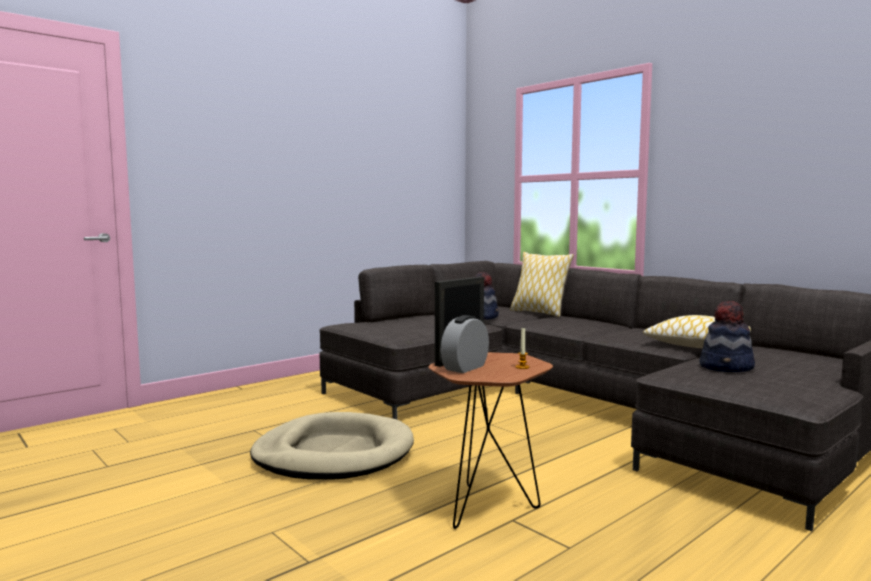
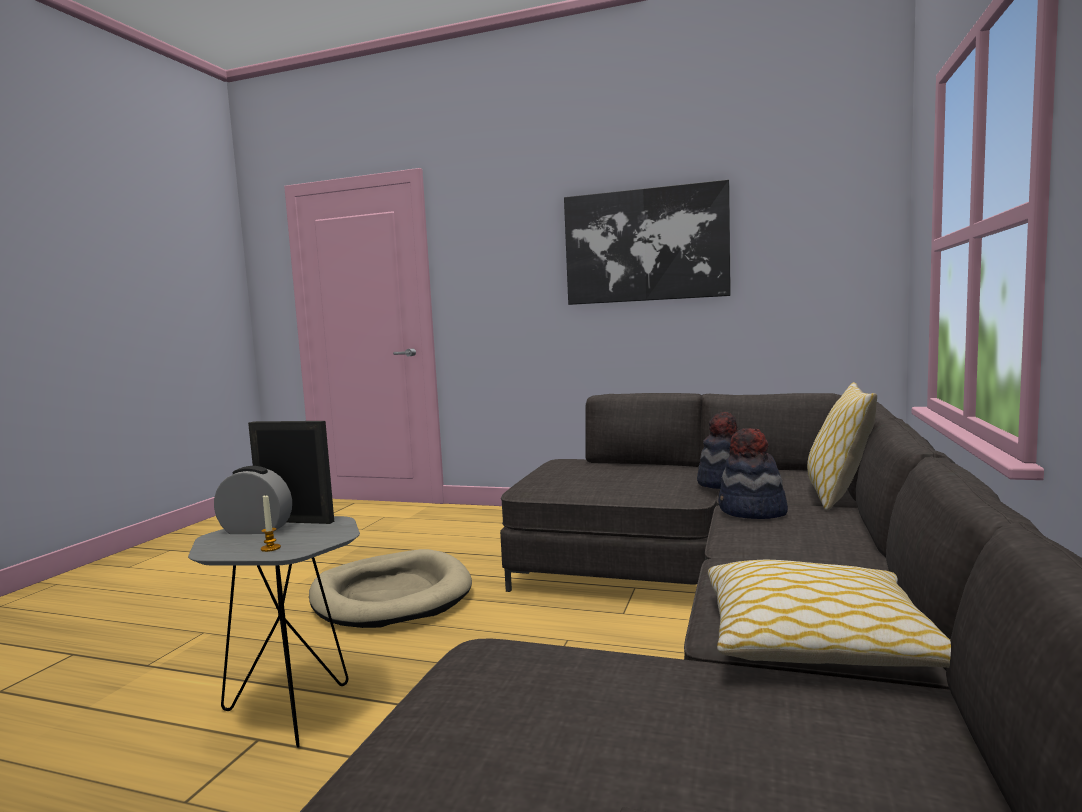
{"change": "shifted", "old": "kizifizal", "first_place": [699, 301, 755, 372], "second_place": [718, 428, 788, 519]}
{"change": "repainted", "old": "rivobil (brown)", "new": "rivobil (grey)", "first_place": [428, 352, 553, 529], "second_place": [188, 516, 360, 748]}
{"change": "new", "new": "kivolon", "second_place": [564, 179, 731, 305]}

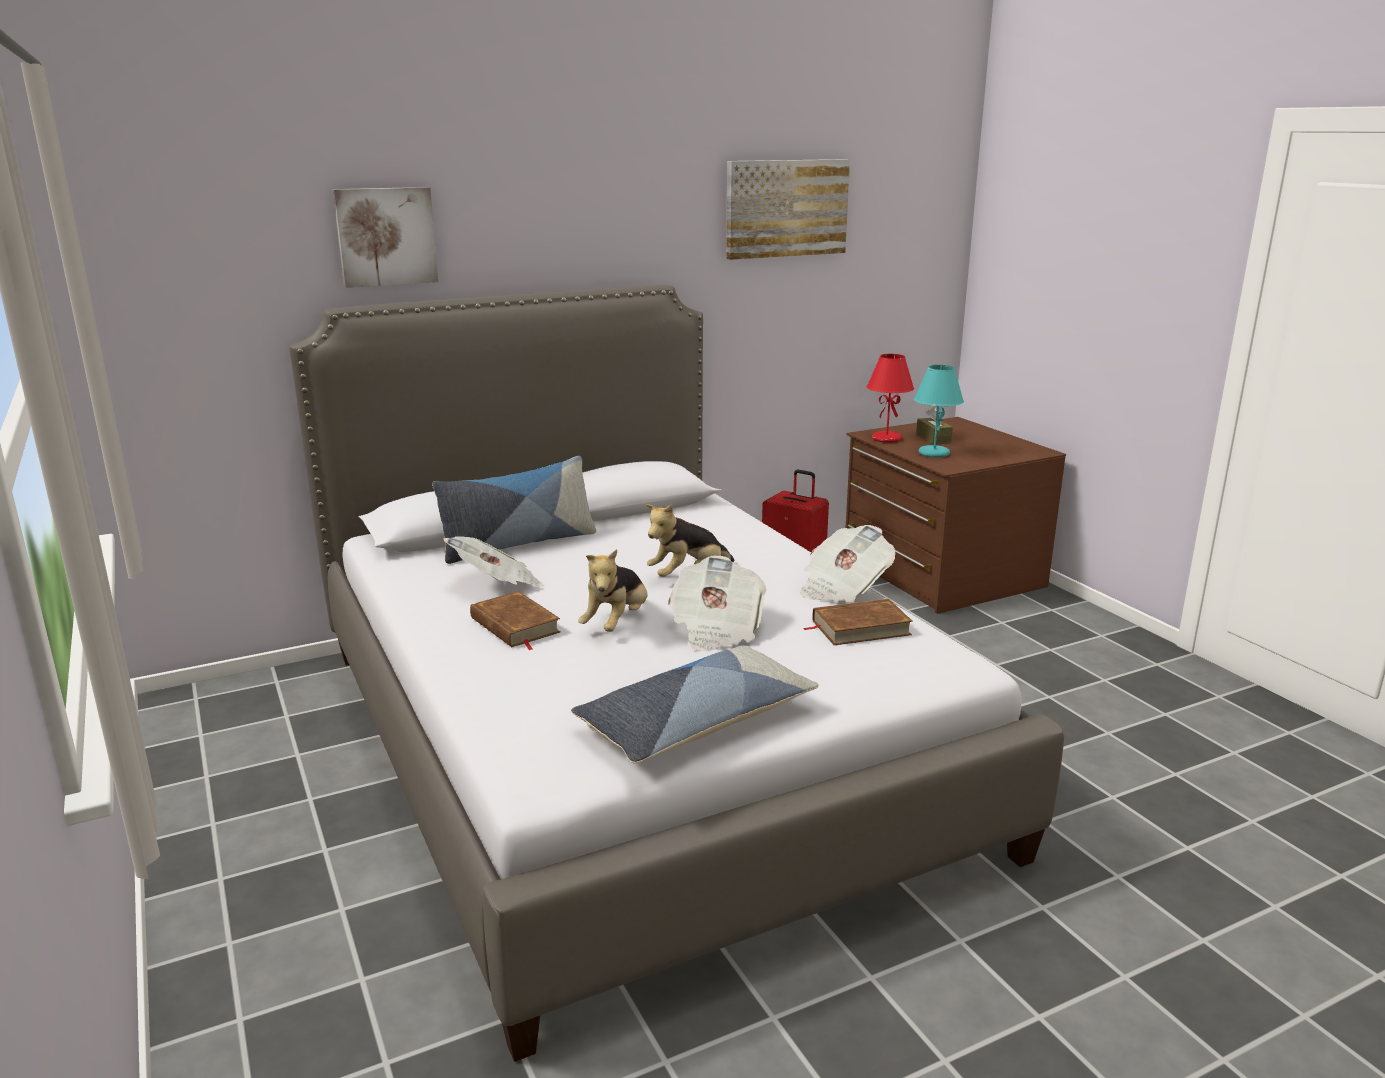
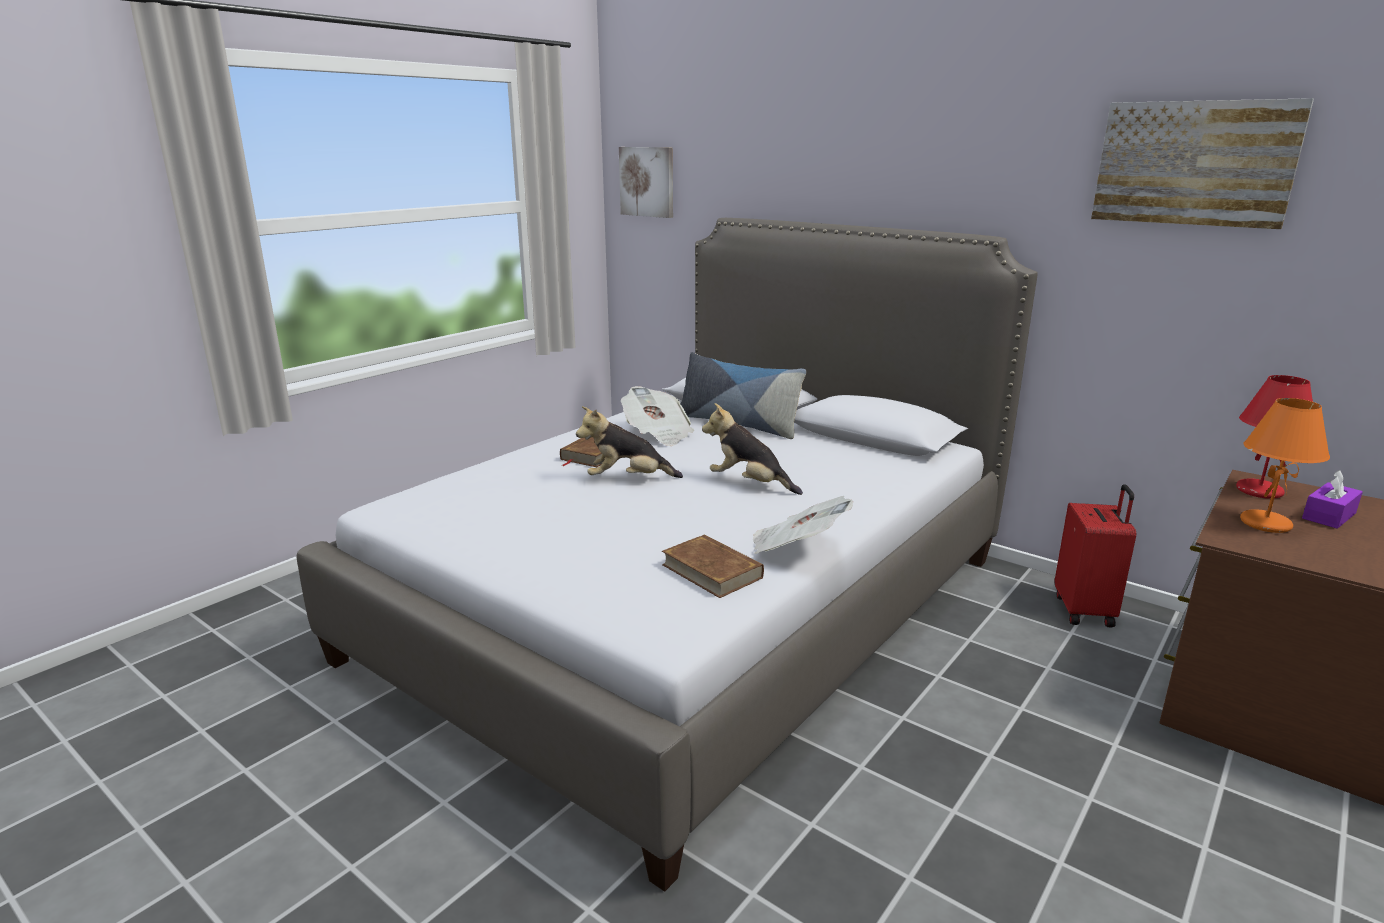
{"change": "shifted", "old": "kivolon", "first_place": [333, 187, 438, 288], "second_place": [619, 147, 673, 218]}
{"change": "repainted", "old": "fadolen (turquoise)", "new": "fadolen (orange)", "first_place": [914, 365, 964, 458], "second_place": [1240, 398, 1330, 533]}
{"change": "repainted", "old": "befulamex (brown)", "new": "befulamex (purple)", "first_place": [916, 407, 953, 445], "second_place": [1302, 470, 1363, 529]}
{"change": "gone", "old": "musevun", "first_place": [668, 556, 767, 651]}
{"change": "gone", "old": "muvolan", "first_place": [571, 645, 819, 764]}

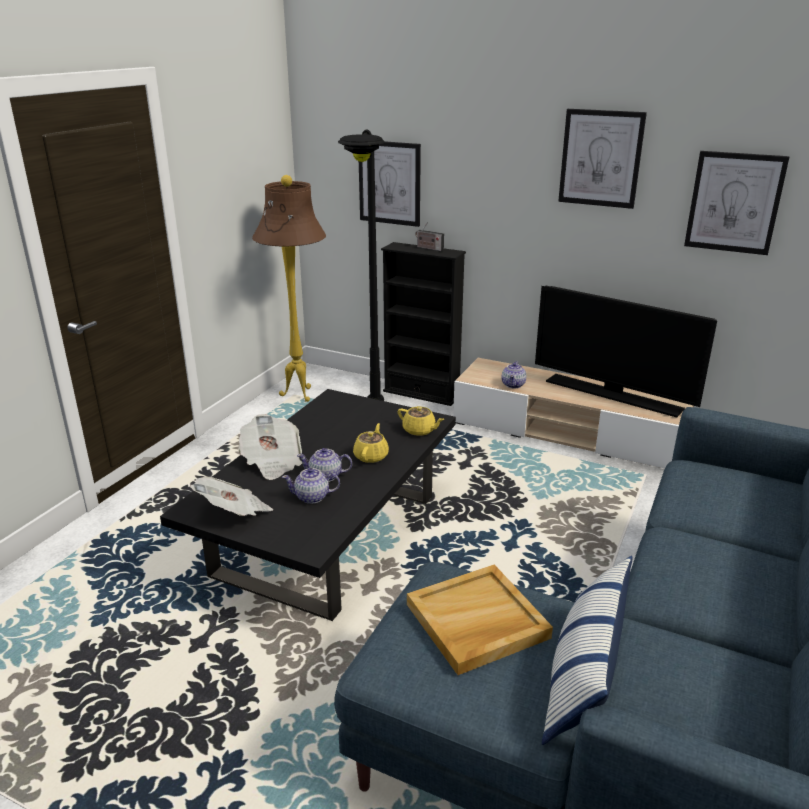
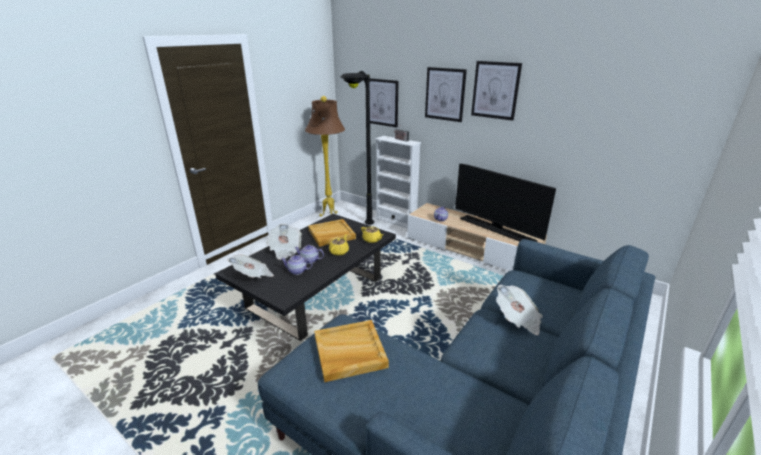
{"change": "shifted", "old": "kivolon", "first_place": [684, 151, 790, 255], "second_place": [425, 67, 467, 122]}
{"change": "repainted", "old": "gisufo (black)", "new": "gisufo (white)", "first_place": [381, 242, 466, 406], "second_place": [375, 136, 421, 228]}
{"change": "gone", "old": "muvolan", "first_place": [542, 556, 633, 745]}
{"change": "new", "new": "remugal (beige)", "second_place": [308, 219, 356, 247]}
{"change": "new", "new": "musevun", "second_place": [496, 285, 543, 335]}

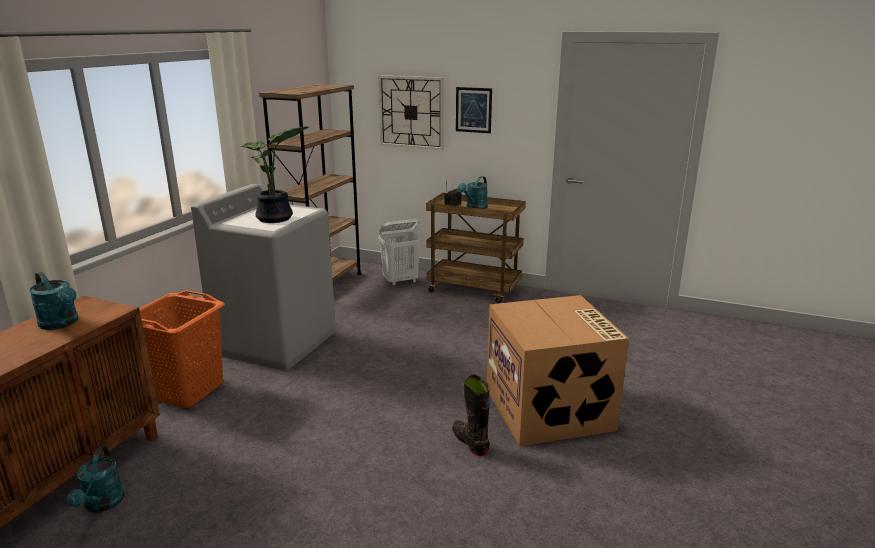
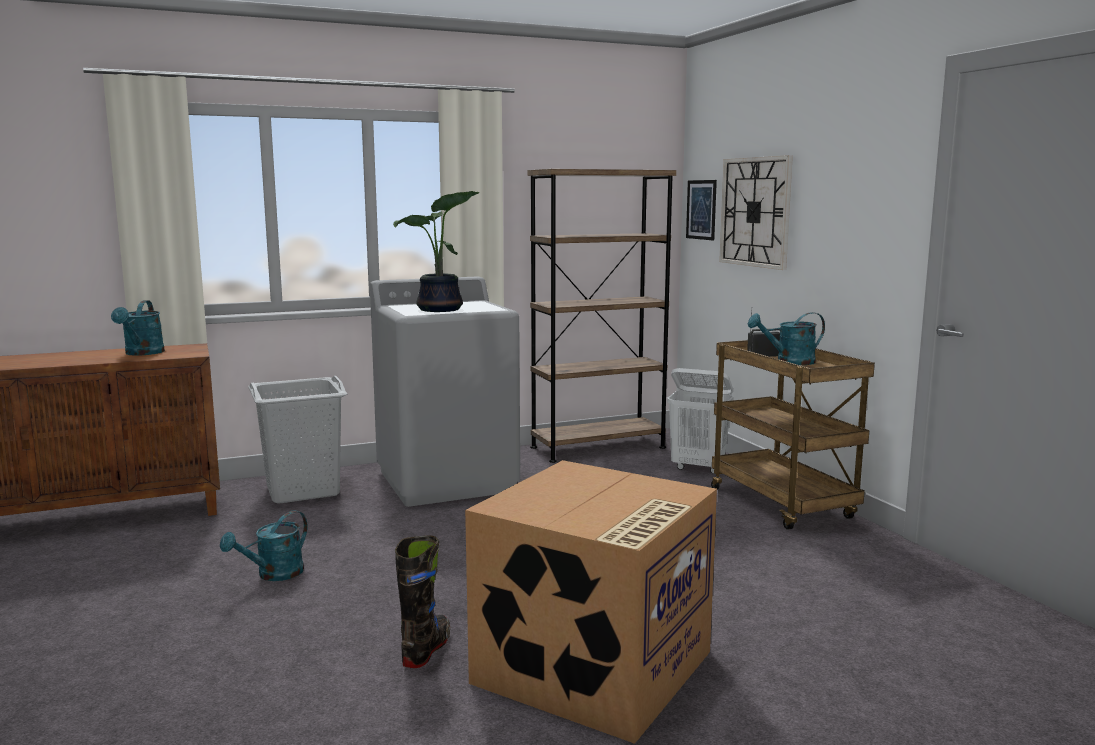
{"change": "shifted", "old": "kivolon", "first_place": [456, 87, 492, 133], "second_place": [686, 180, 717, 240]}
{"change": "repainted", "old": "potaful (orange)", "new": "potaful (grey)", "first_place": [139, 290, 225, 408], "second_place": [248, 376, 348, 503]}
{"change": "shifted", "old": "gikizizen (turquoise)", "first_place": [67, 446, 125, 513], "second_place": [220, 510, 308, 581]}

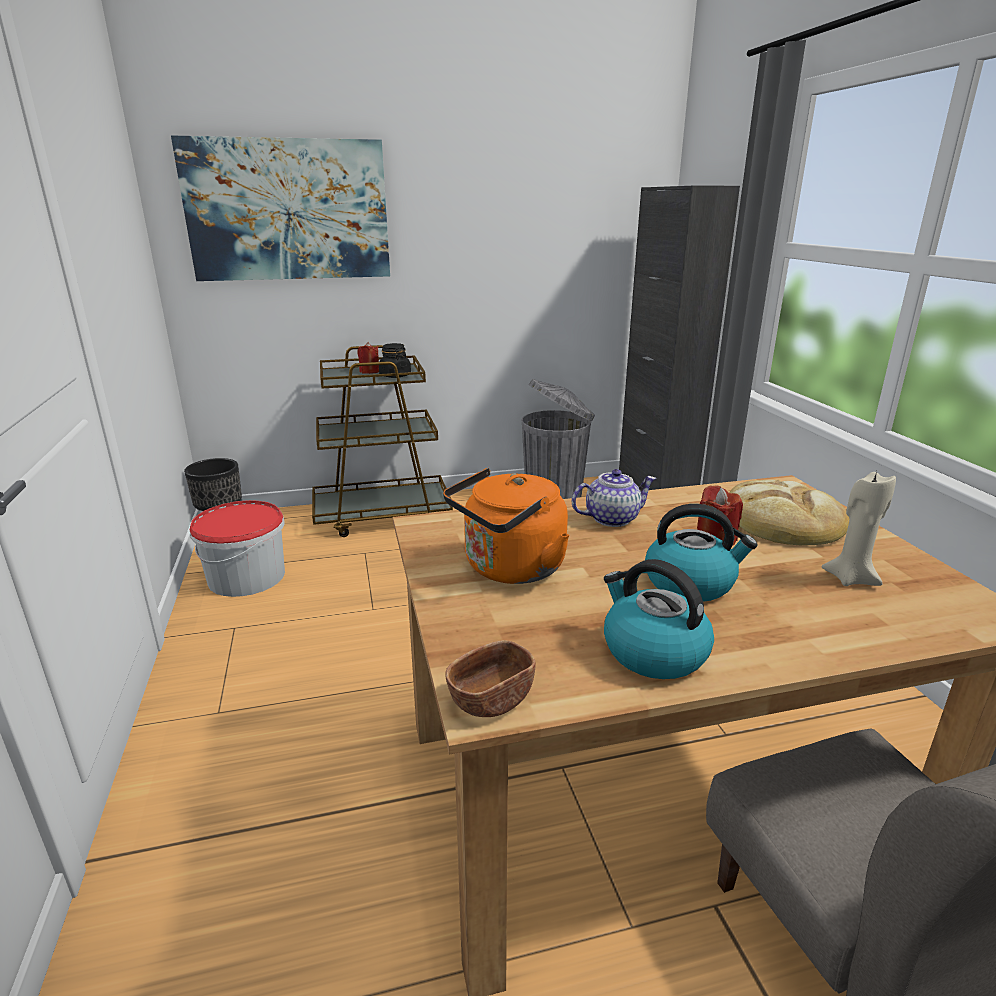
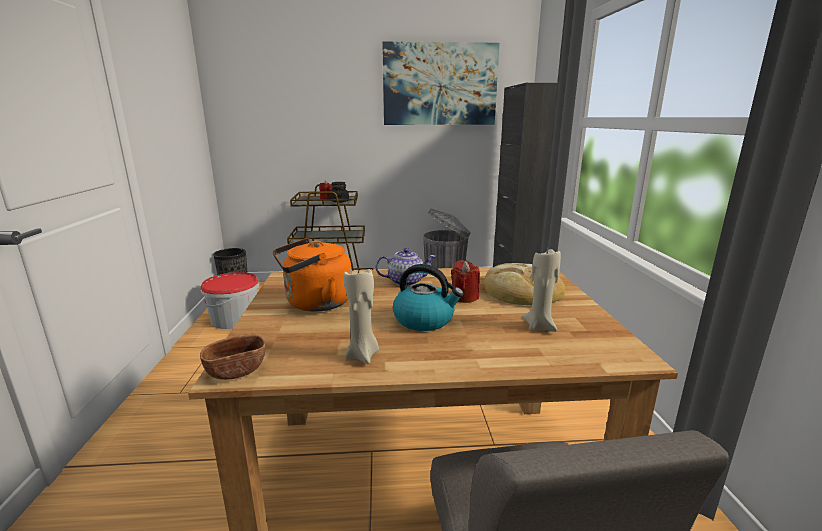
{"change": "shifted", "old": "kivolon", "first_place": [171, 136, 390, 281], "second_place": [382, 41, 500, 125]}
{"change": "swapped", "old": "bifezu", "new": "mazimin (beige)", "first_place": [604, 559, 714, 679], "second_place": [344, 267, 379, 364]}

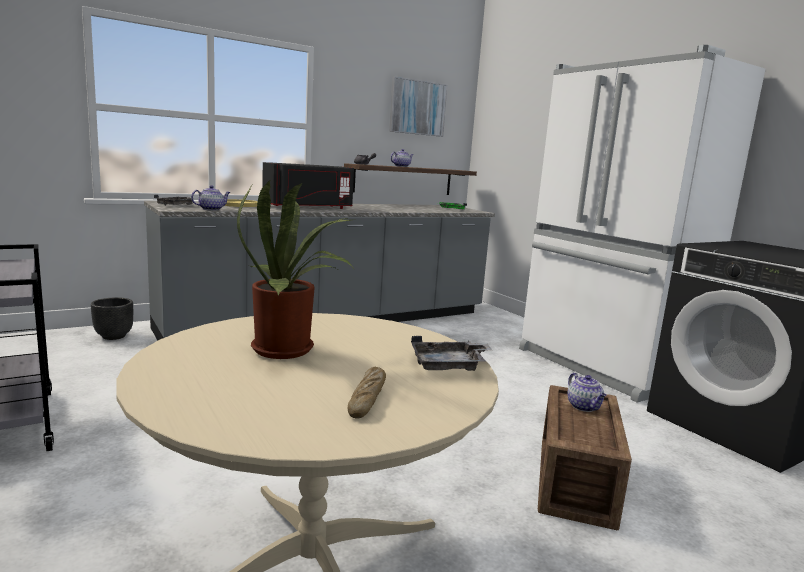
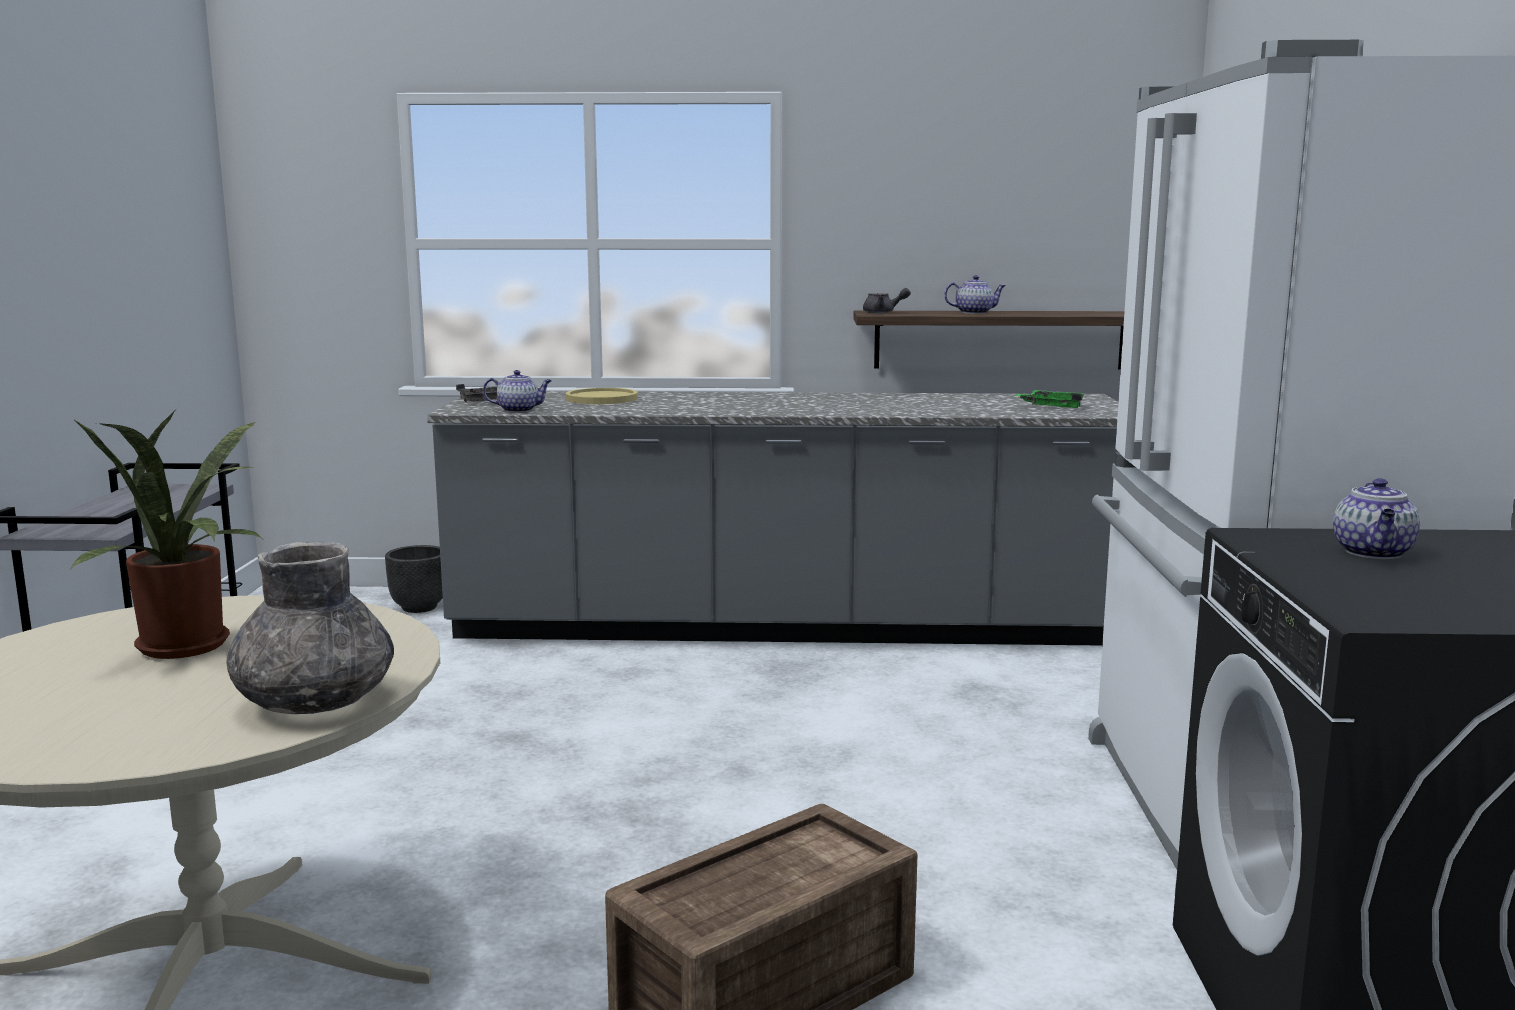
{"change": "gone", "old": "kivolon", "first_place": [389, 77, 447, 137]}
{"change": "gone", "old": "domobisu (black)", "first_place": [262, 162, 354, 209]}
{"change": "swapped", "old": "remugal (grey)", "new": "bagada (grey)", "first_place": [411, 336, 492, 371], "second_place": [226, 542, 394, 714]}
{"change": "gone", "old": "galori", "first_place": [348, 367, 386, 418]}
{"change": "shifted", "old": "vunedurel", "first_place": [568, 373, 607, 412], "second_place": [1333, 478, 1420, 559]}

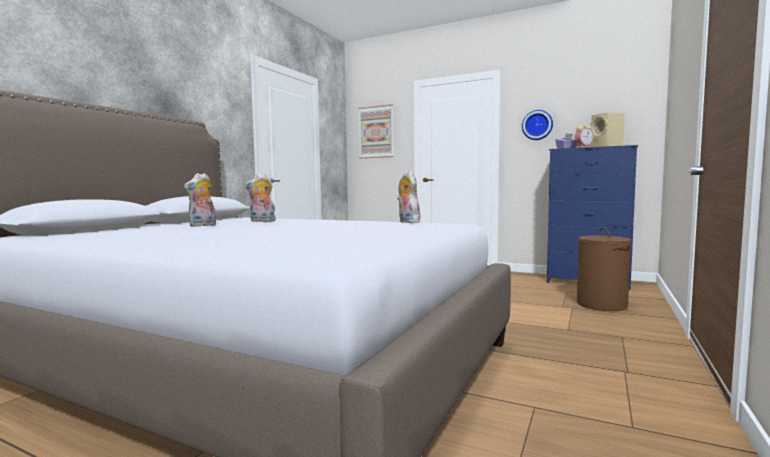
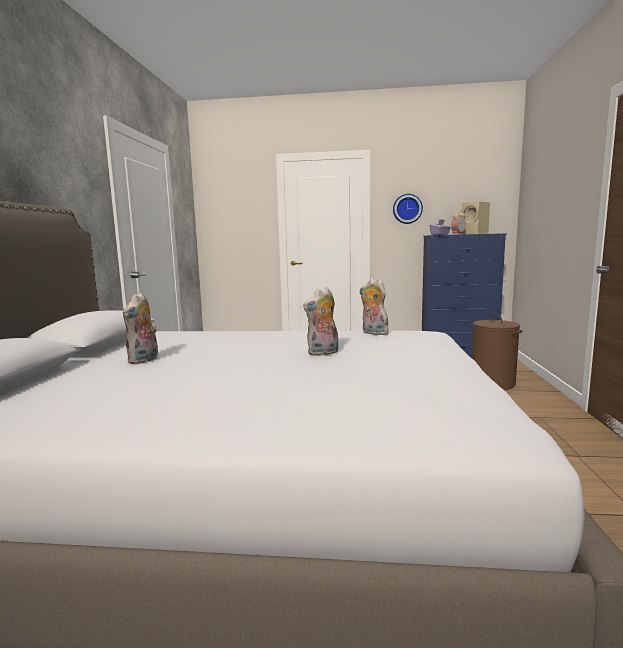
{"change": "gone", "old": "kivolon", "first_place": [359, 104, 394, 159]}
{"change": "shifted", "old": "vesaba", "first_place": [245, 174, 276, 222], "second_place": [303, 287, 338, 356]}

